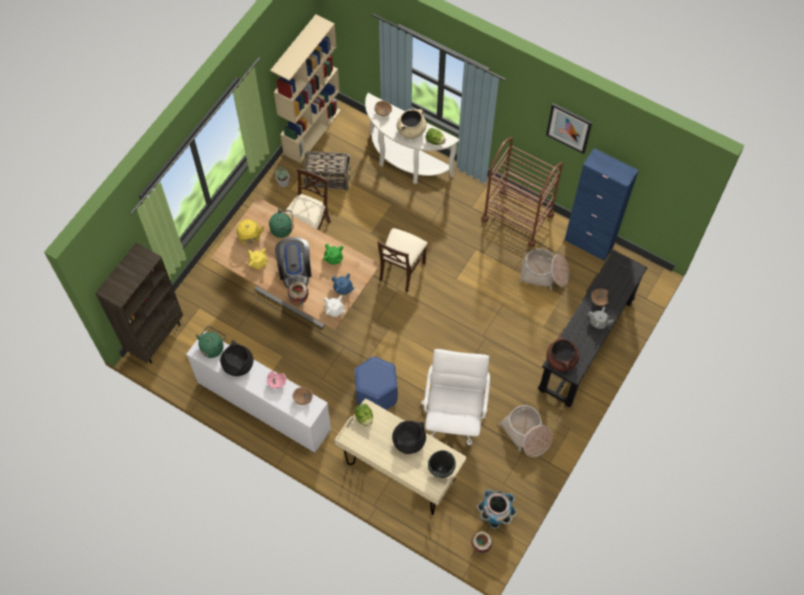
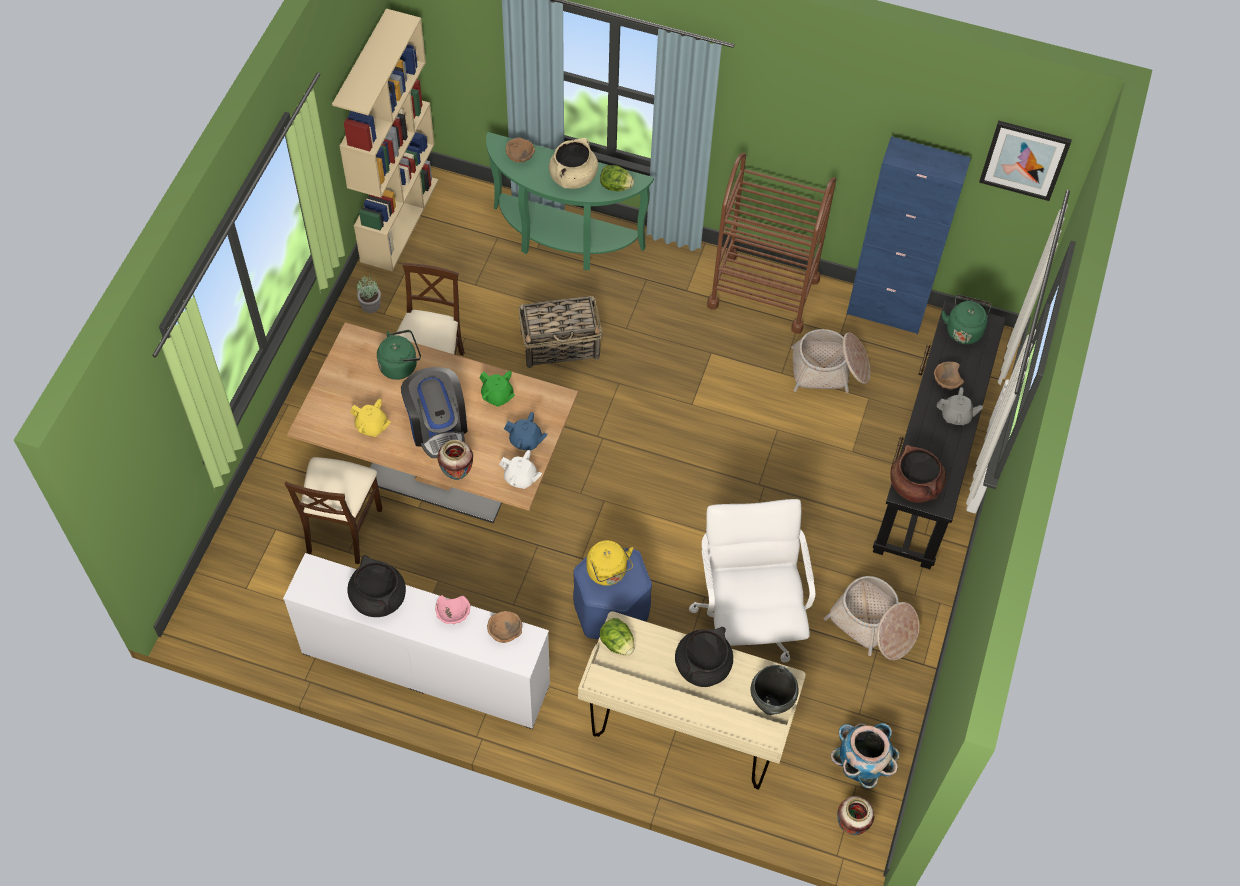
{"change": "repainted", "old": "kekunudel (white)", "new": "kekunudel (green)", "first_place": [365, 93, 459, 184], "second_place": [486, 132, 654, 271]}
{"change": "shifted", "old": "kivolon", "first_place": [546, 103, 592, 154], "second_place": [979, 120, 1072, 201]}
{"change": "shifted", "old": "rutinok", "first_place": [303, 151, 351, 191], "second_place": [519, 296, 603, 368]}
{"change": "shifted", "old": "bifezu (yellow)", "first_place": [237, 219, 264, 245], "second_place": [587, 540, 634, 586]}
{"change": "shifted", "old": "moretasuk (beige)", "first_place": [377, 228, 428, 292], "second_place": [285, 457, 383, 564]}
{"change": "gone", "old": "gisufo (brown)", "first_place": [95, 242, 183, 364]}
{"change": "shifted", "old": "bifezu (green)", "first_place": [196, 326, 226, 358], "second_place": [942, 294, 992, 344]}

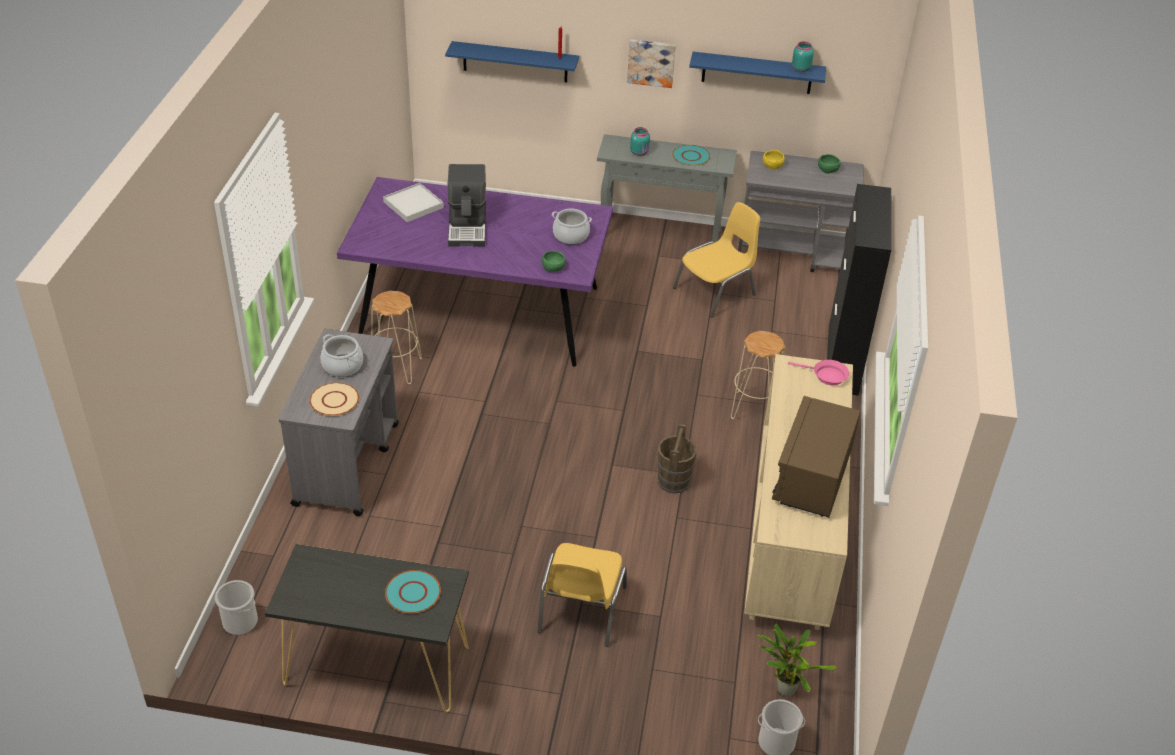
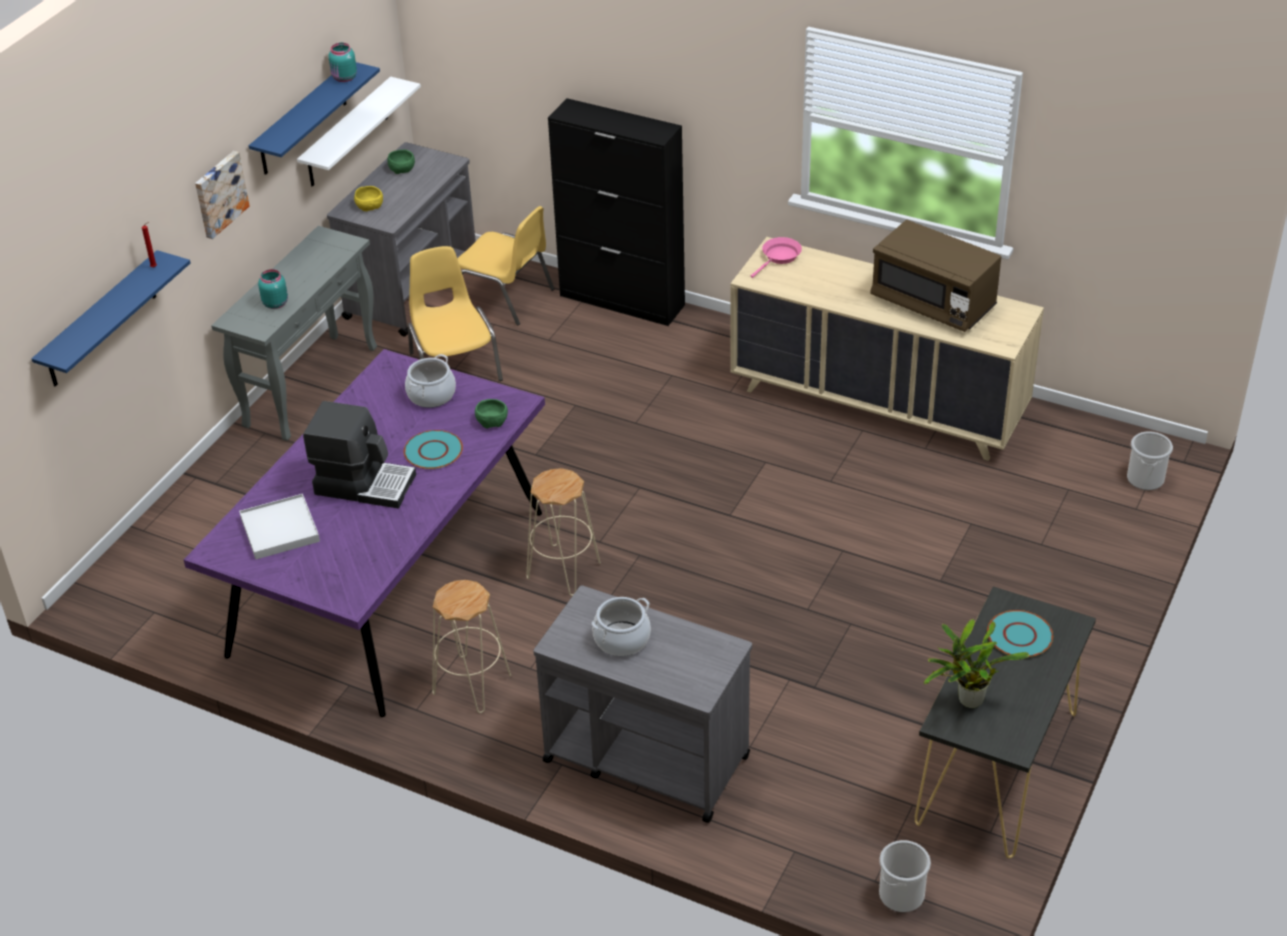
{"change": "shifted", "old": "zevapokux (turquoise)", "first_place": [672, 145, 711, 166], "second_place": [404, 430, 463, 469]}
{"change": "shifted", "old": "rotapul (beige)", "first_place": [731, 331, 785, 419], "second_place": [526, 468, 601, 596]}
{"change": "gone", "old": "zevapokux (beige)", "first_place": [309, 382, 359, 416]}
{"change": "gone", "old": "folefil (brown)", "first_place": [658, 424, 697, 493]}
{"change": "shifted", "old": "moretasuk (yellow)", "first_place": [538, 543, 627, 647], "second_place": [457, 206, 554, 325]}
{"change": "shifted", "old": "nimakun", "first_place": [756, 624, 837, 696], "second_place": [924, 619, 1029, 708]}
{"change": "new", "new": "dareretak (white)", "second_place": [297, 77, 421, 187]}

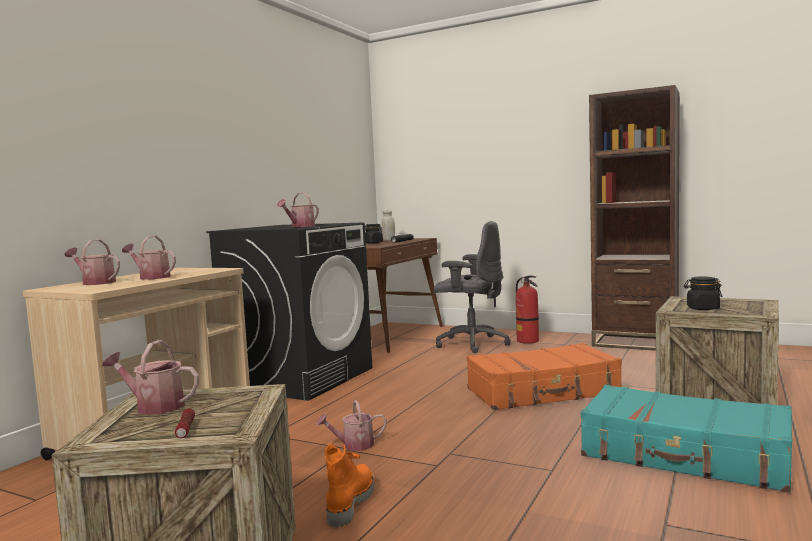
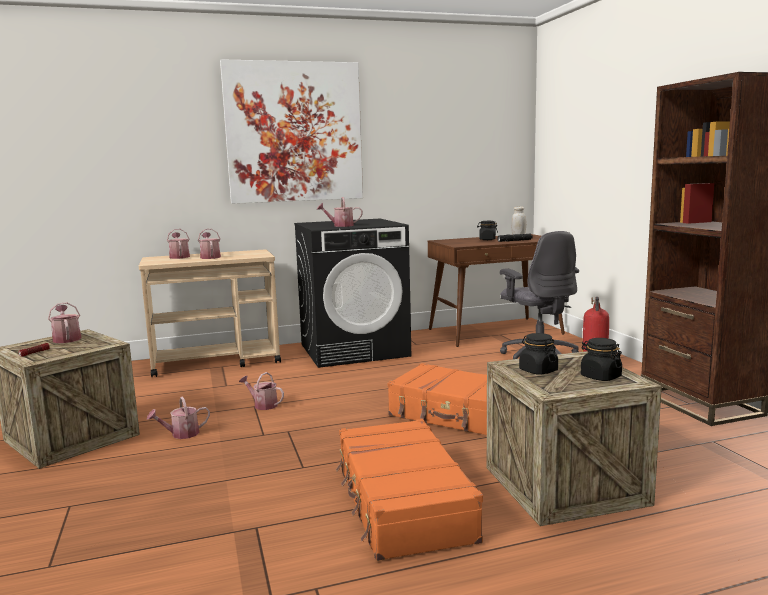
{"change": "repainted", "old": "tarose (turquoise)", "new": "tarose (orange)", "first_place": [580, 385, 792, 493], "second_place": [336, 419, 483, 561]}
{"change": "swapped", "old": "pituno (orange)", "new": "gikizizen", "first_place": [325, 443, 374, 527], "second_place": [147, 396, 210, 439]}
{"change": "new", "new": "kivolon", "second_place": [220, 59, 363, 204]}
{"change": "new", "new": "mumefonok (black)", "second_place": [581, 338, 622, 381]}

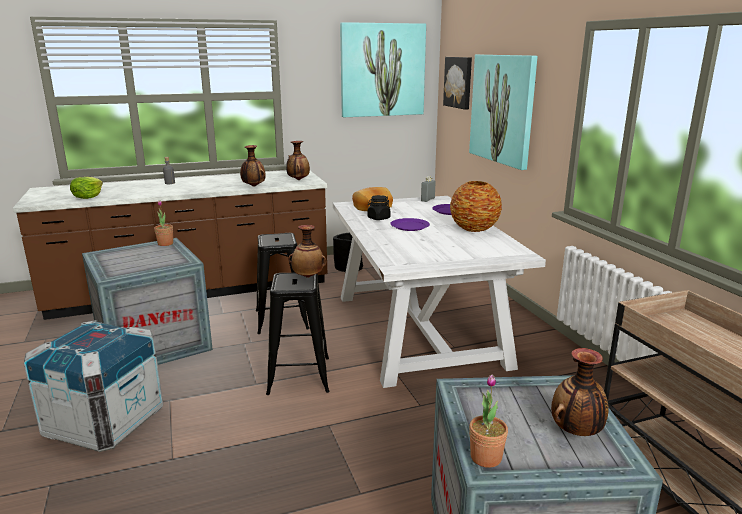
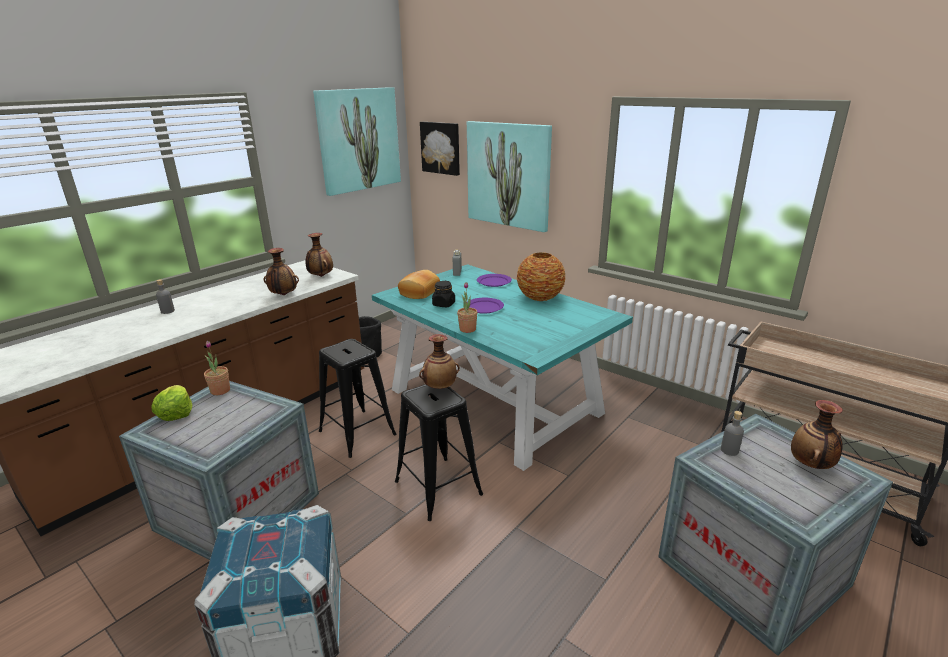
{"change": "shifted", "old": "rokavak", "first_place": [70, 177, 103, 199], "second_place": [151, 385, 192, 421]}
{"change": "repainted", "old": "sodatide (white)", "new": "sodatide (turquoise)", "first_place": [333, 196, 546, 388], "second_place": [372, 264, 633, 471]}
{"change": "shifted", "old": "nimakun", "first_place": [469, 374, 508, 468], "second_place": [457, 282, 477, 333]}
{"change": "new", "new": "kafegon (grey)", "second_place": [721, 411, 744, 456]}

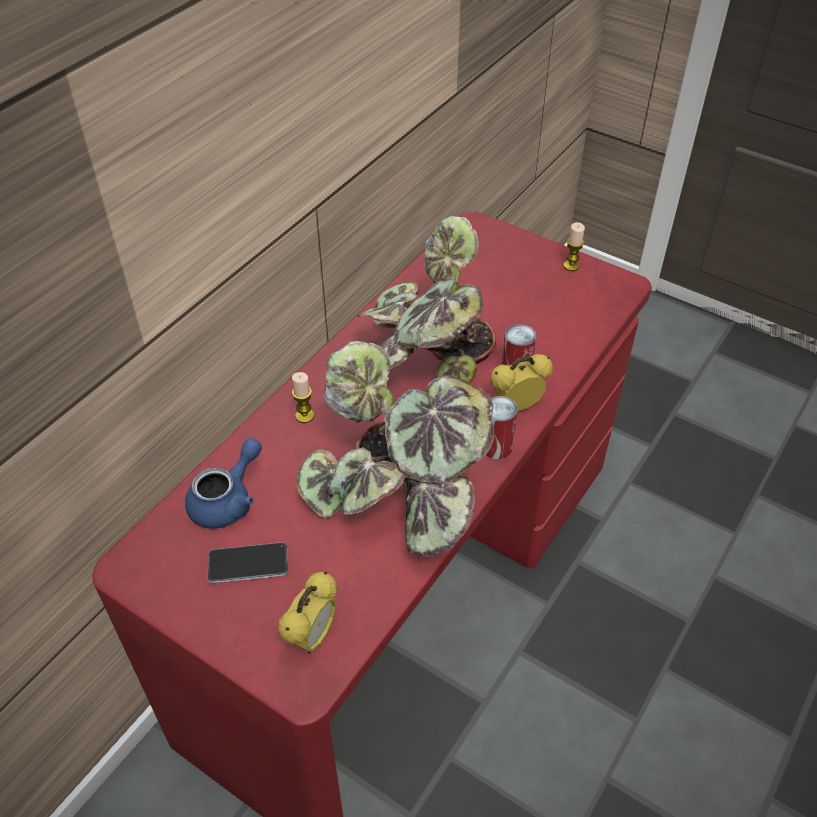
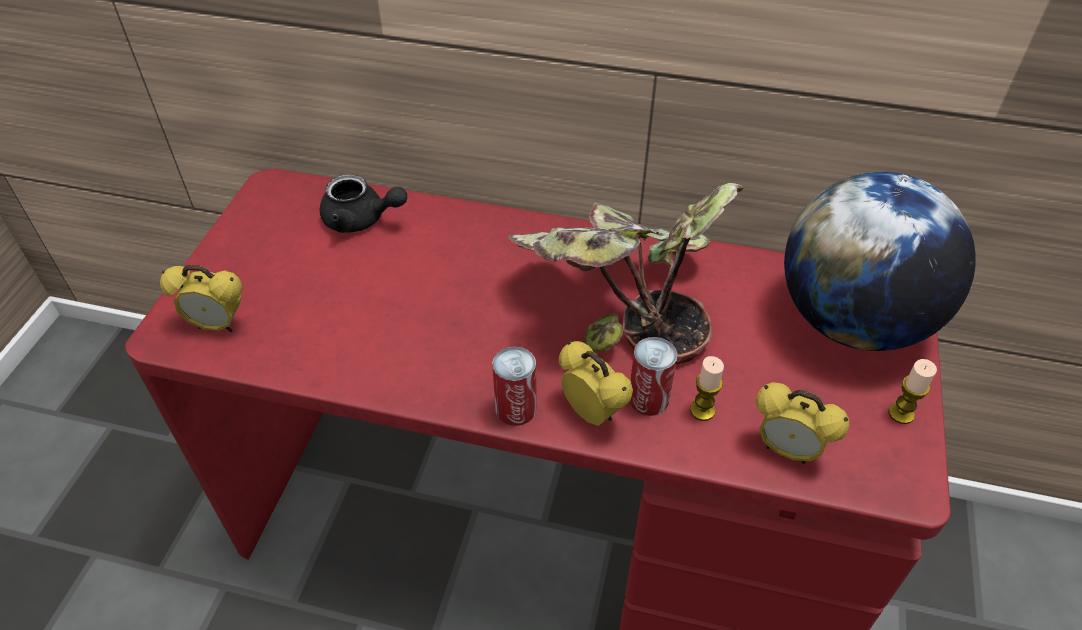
{"change": "gone", "old": "nimakun", "first_place": [297, 341, 494, 558]}
{"change": "shifted", "old": "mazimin", "first_place": [292, 372, 314, 423], "second_place": [690, 356, 724, 421]}
{"change": "repainted", "old": "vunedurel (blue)", "new": "vunedurel (black)", "first_place": [185, 438, 262, 529], "second_place": [320, 174, 407, 233]}
{"change": "gone", "old": "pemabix", "first_place": [208, 542, 288, 583]}
{"change": "new", "new": "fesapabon", "second_place": [784, 172, 976, 351]}
{"change": "new", "new": "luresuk", "second_place": [756, 382, 849, 464]}

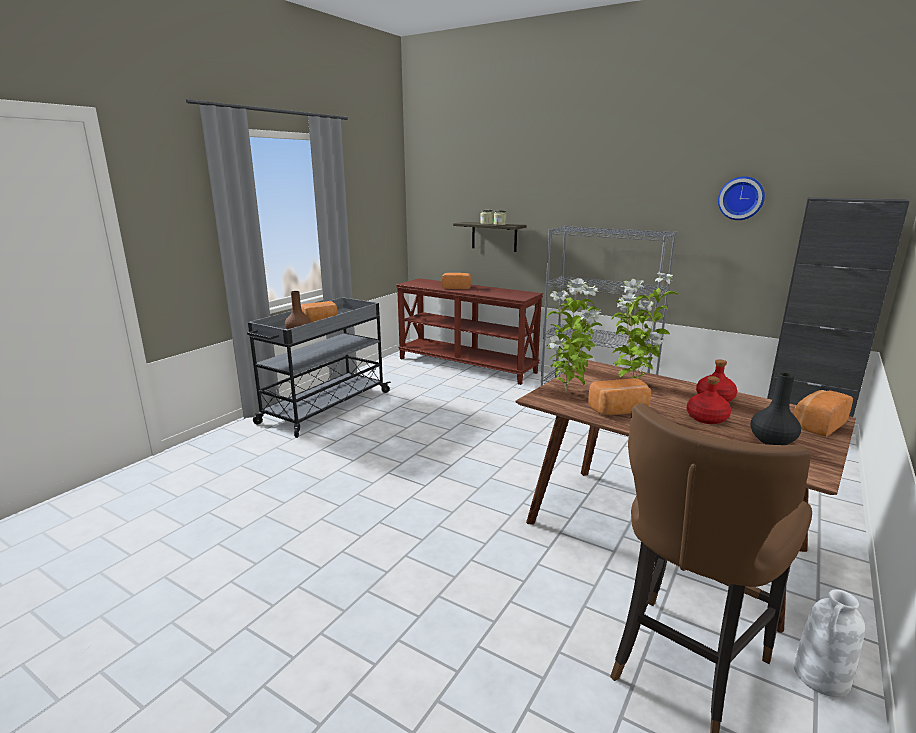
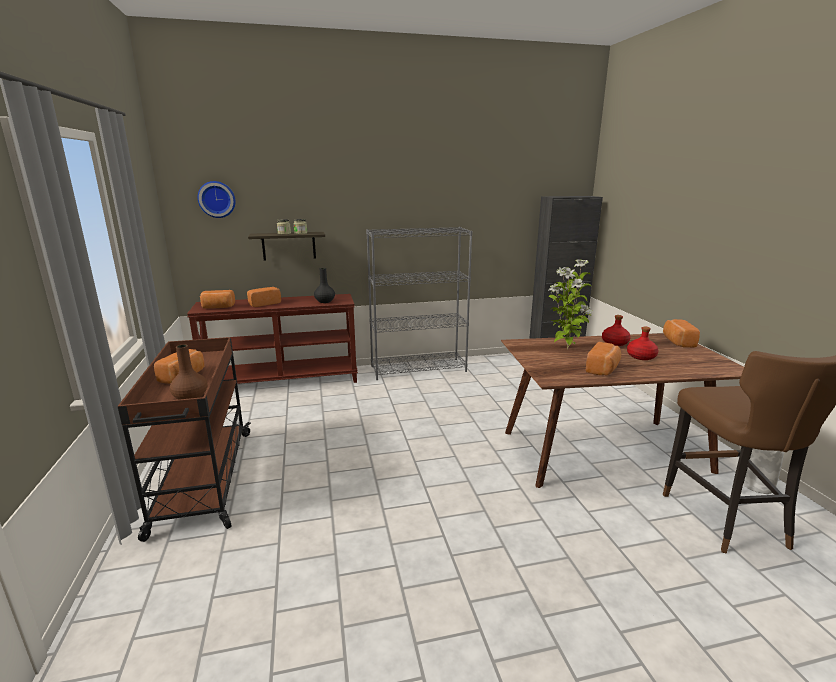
{"change": "shifted", "old": "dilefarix", "first_place": [718, 176, 765, 220], "second_place": [197, 181, 236, 218]}
{"change": "gone", "old": "nimakun", "first_place": [546, 278, 602, 392]}
{"change": "repainted", "old": "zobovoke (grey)", "new": "zobovoke (brown)", "first_place": [247, 297, 391, 438], "second_place": [118, 337, 251, 542]}
{"change": "shifted", "old": "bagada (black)", "first_place": [750, 372, 801, 445], "second_place": [314, 268, 335, 303]}
{"change": "new", "new": "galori", "second_place": [200, 290, 235, 309]}

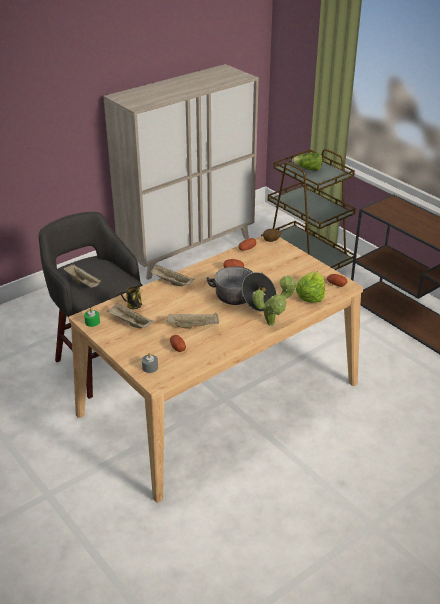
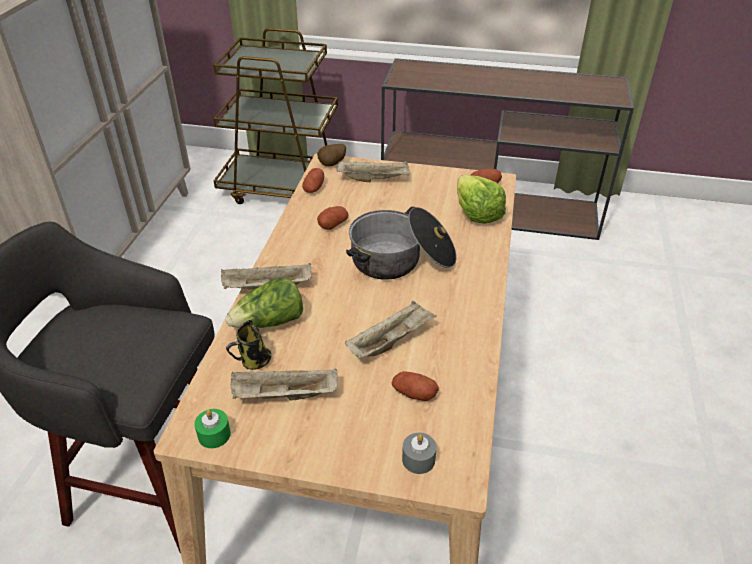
{"change": "shifted", "old": "rokavak", "first_place": [292, 153, 322, 171], "second_place": [225, 278, 303, 328]}
{"change": "shifted", "old": "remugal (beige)", "first_place": [64, 264, 101, 288], "second_place": [336, 160, 410, 182]}
{"change": "gone", "old": "nimakun", "first_place": [253, 275, 297, 326]}

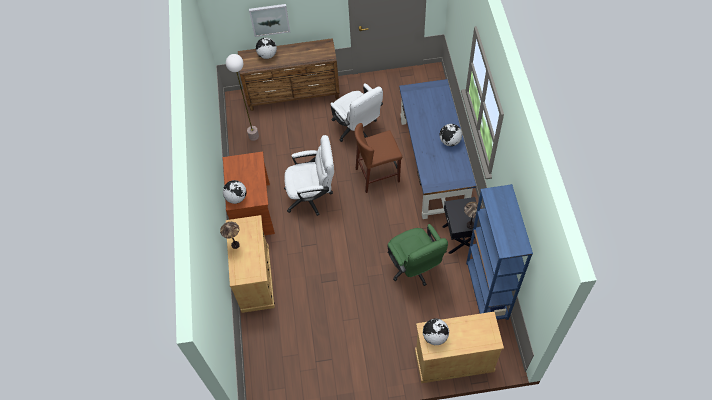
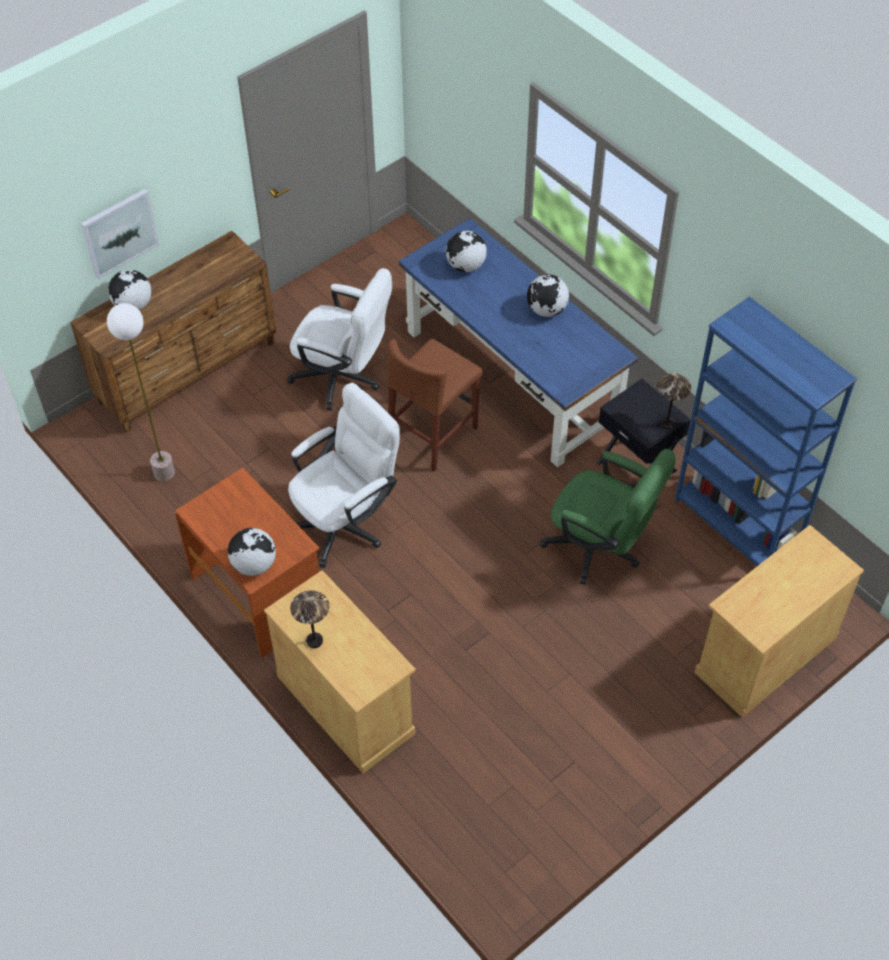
{"change": "shifted", "old": "fesapabon", "first_place": [423, 319, 449, 345], "second_place": [446, 231, 487, 272]}

